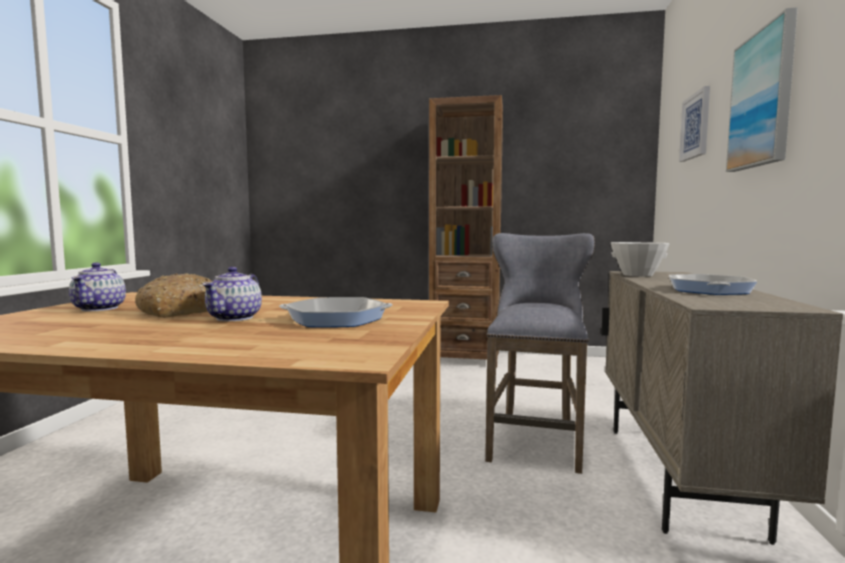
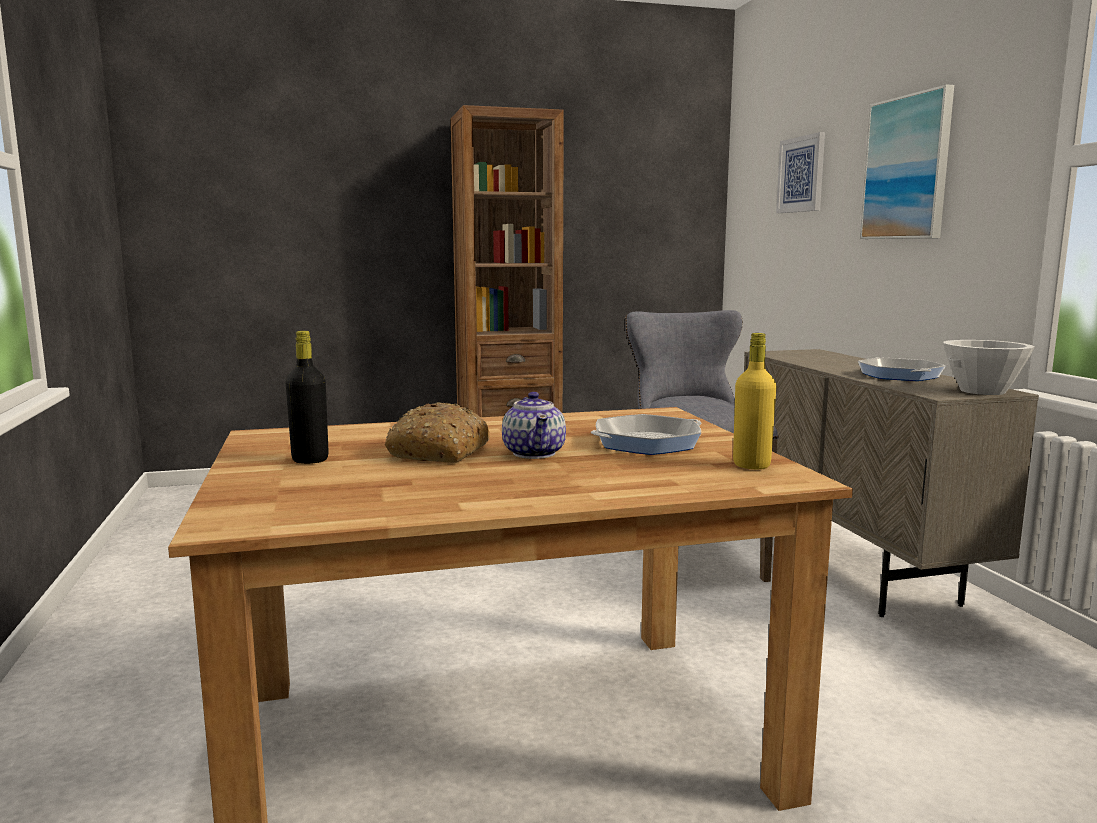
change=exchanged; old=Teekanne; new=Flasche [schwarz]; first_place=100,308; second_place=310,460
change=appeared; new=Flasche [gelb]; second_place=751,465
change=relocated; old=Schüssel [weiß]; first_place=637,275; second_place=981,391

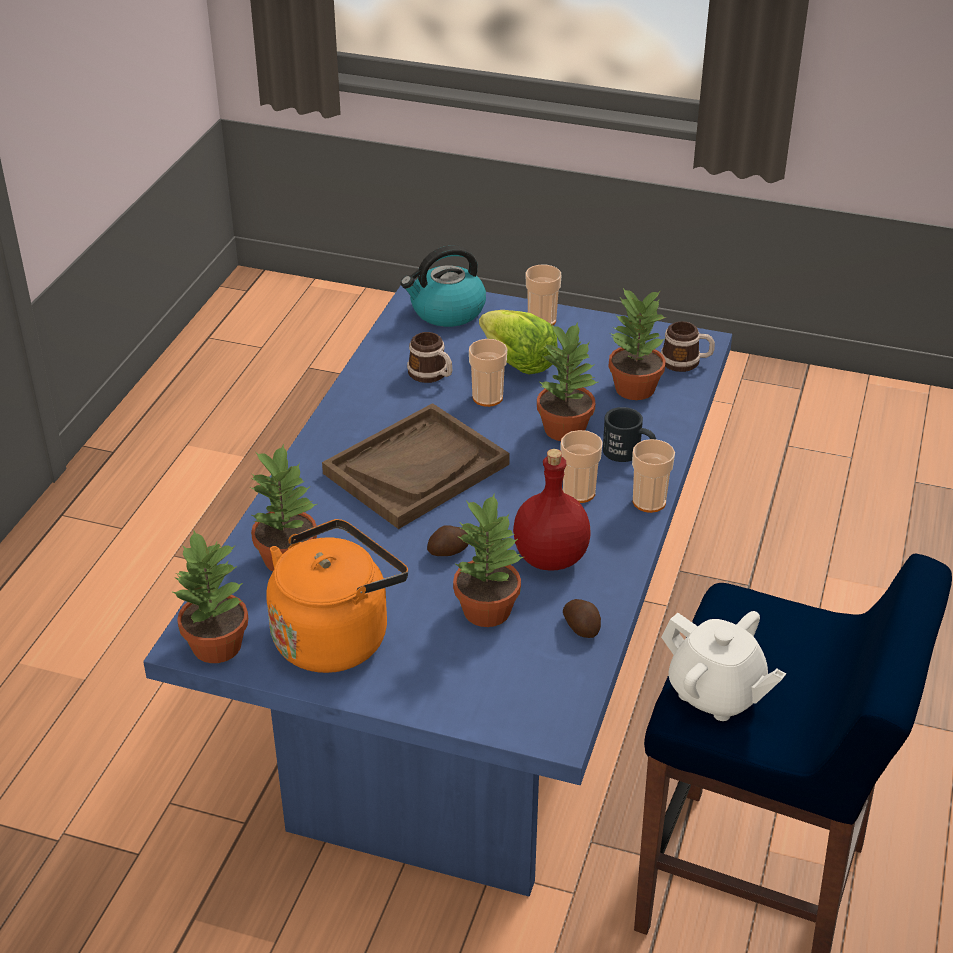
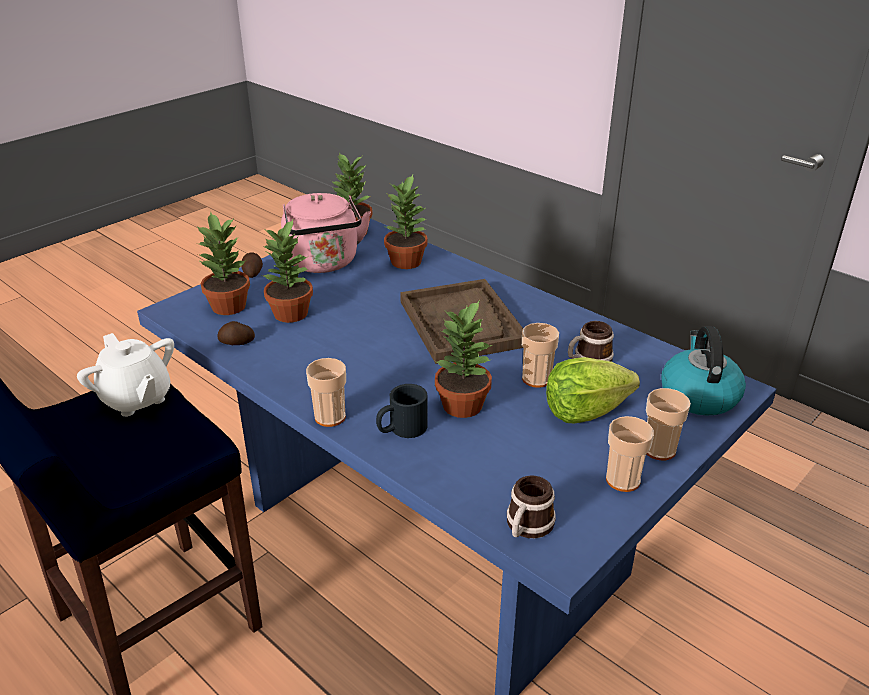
change=spun; old=Teekanne [weiß]; first_place=716,693; second_place=136,399; degrees=-105
change=relocated; old=Topfpflanze; first_place=633,388; second_place=229,306
change=relocated; old=Kartoffel; first_place=449,551; second_place=252,273
change=colour; old=Wasserkessel [orange]; new=Wasserkessel [rosa]; first_place=336,635; second_place=324,263
change=relocated; old=Tasse; first_place=578,492; second_place=623,480
change=missing; old=Flasche [rot]; first_place=549,558

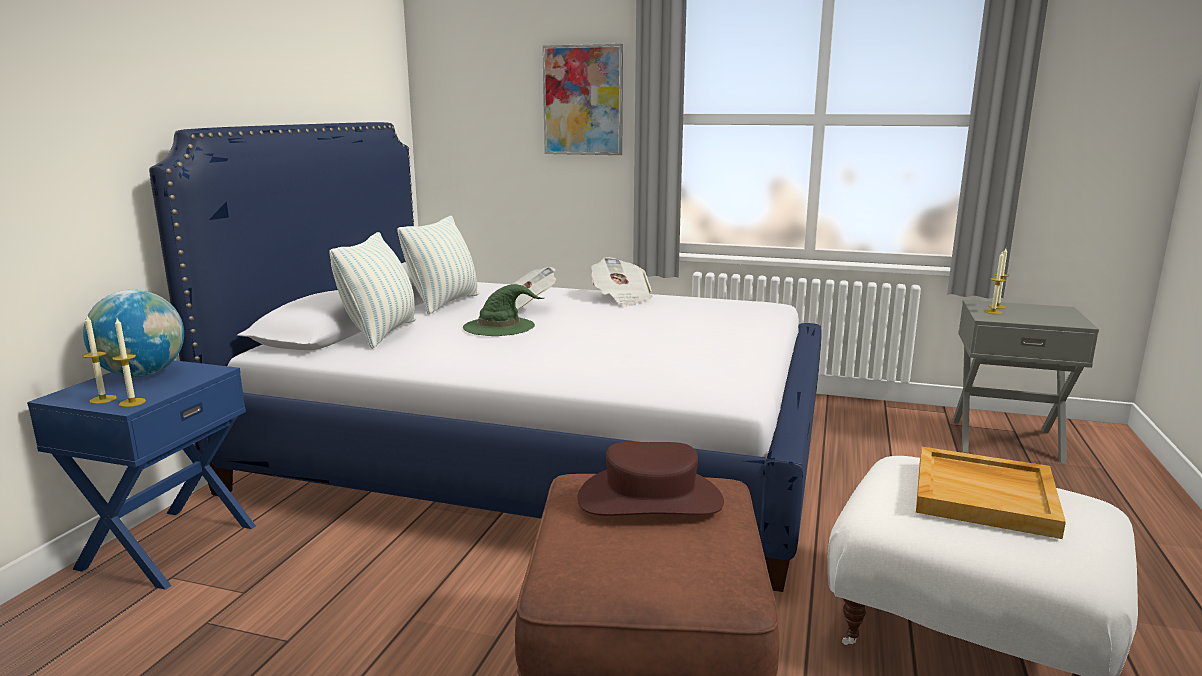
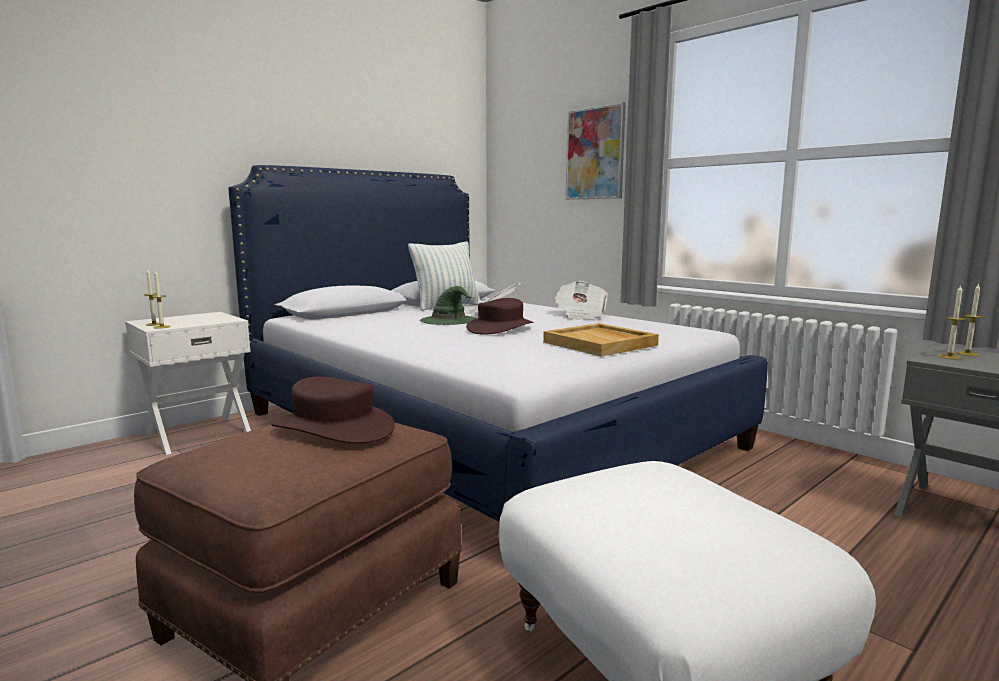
change=colour; old=Nachttisch [blau]; new=Nachttisch [weiß]; first_place=167,546; second_place=198,434
change=appeared; new=Hut [braun]; second_place=500,328
change=relocated; old=Tablett [beige]; first_place=985,495; second_place=601,344
change=missing; old=Globus; first_place=142,374
change=missing; old=Kissen; first_place=381,333

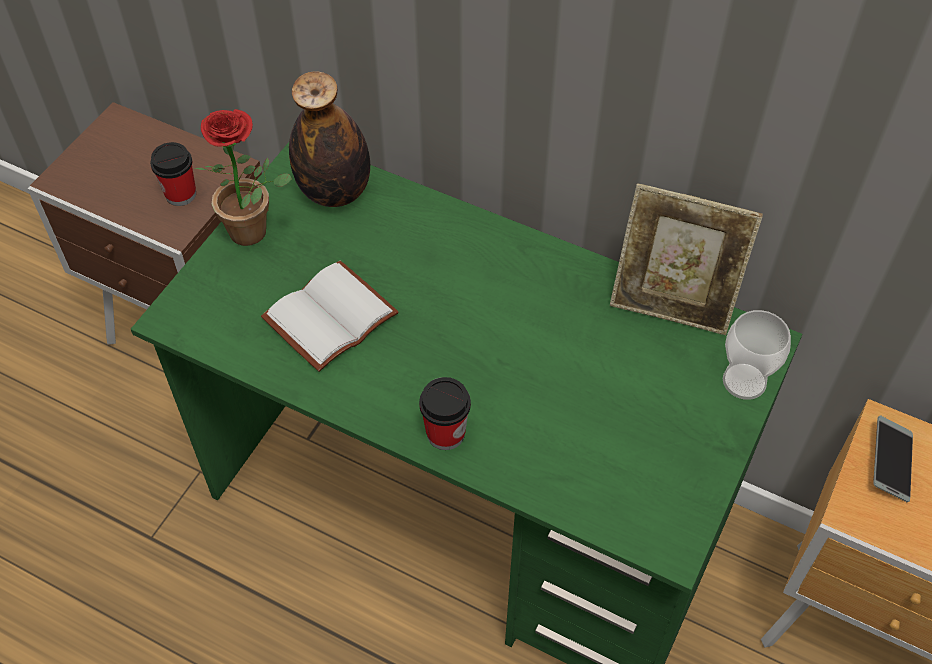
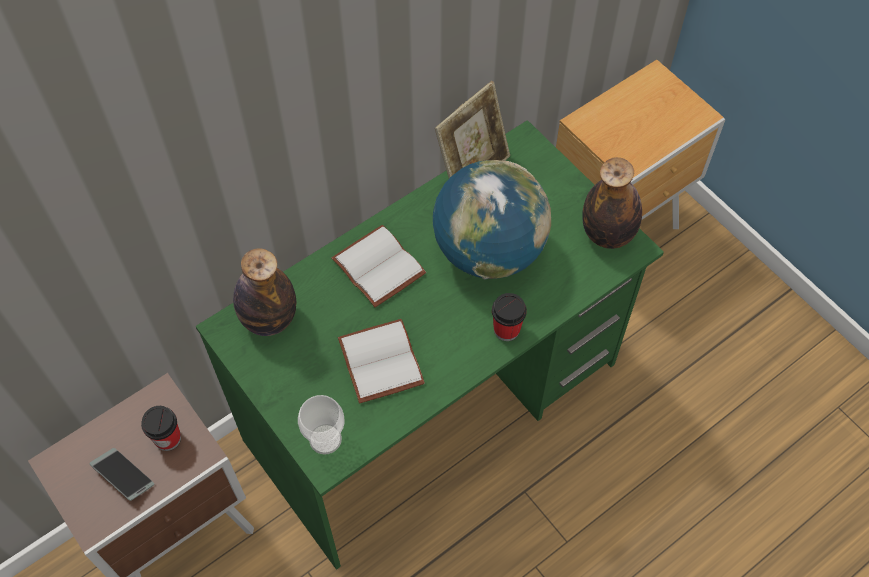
change=relocated; old=Handy; first_place=890,463; second_place=123,476
change=relocated; old=Tasse; first_place=744,381; second_place=325,439
change=appeared; new=Buch [weiß]; second_place=376,267
change=appeared; new=Globus; second_place=489,251
change=appeared; new=Flasche; second_place=607,234
change=missing; old=Topfpflanze; first_place=256,232

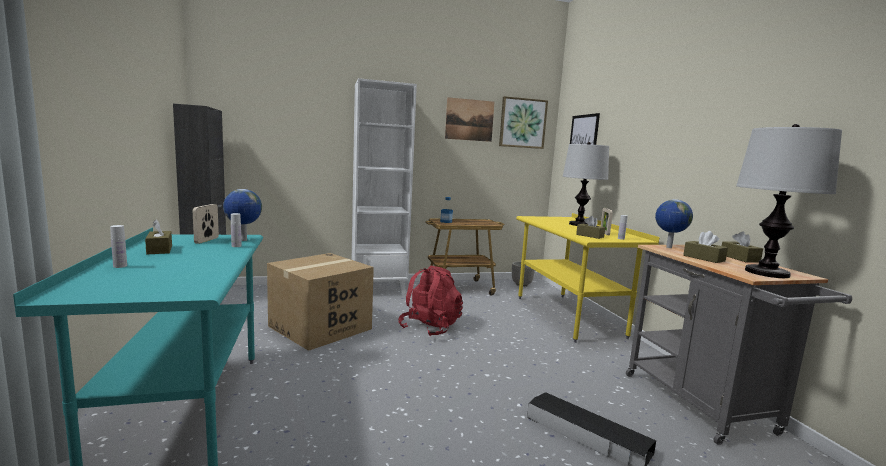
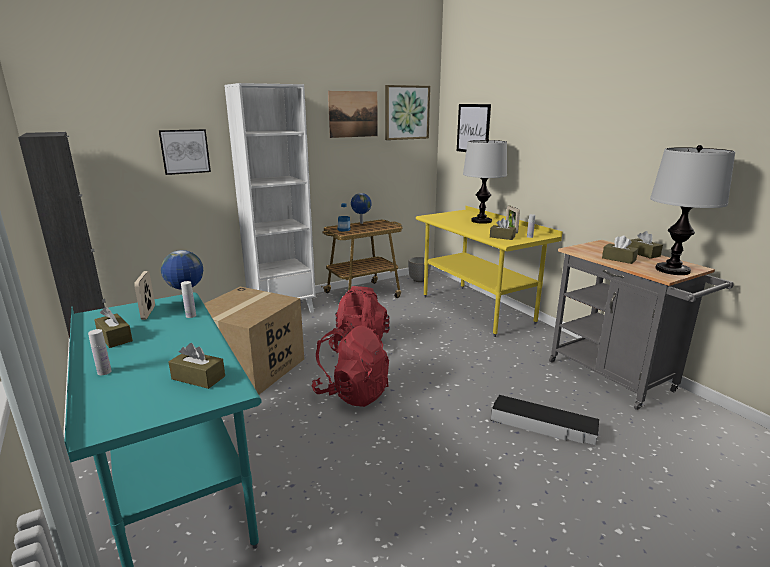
change=appeared; new=Bild; second_place=185,151
change=appeared; new=Taschentuchbox [braun]; second_place=198,378
change=appeared; new=Rucksack [rot]; second_place=352,393
change=relocated; old=Globus; first_place=668,247; second_place=361,223

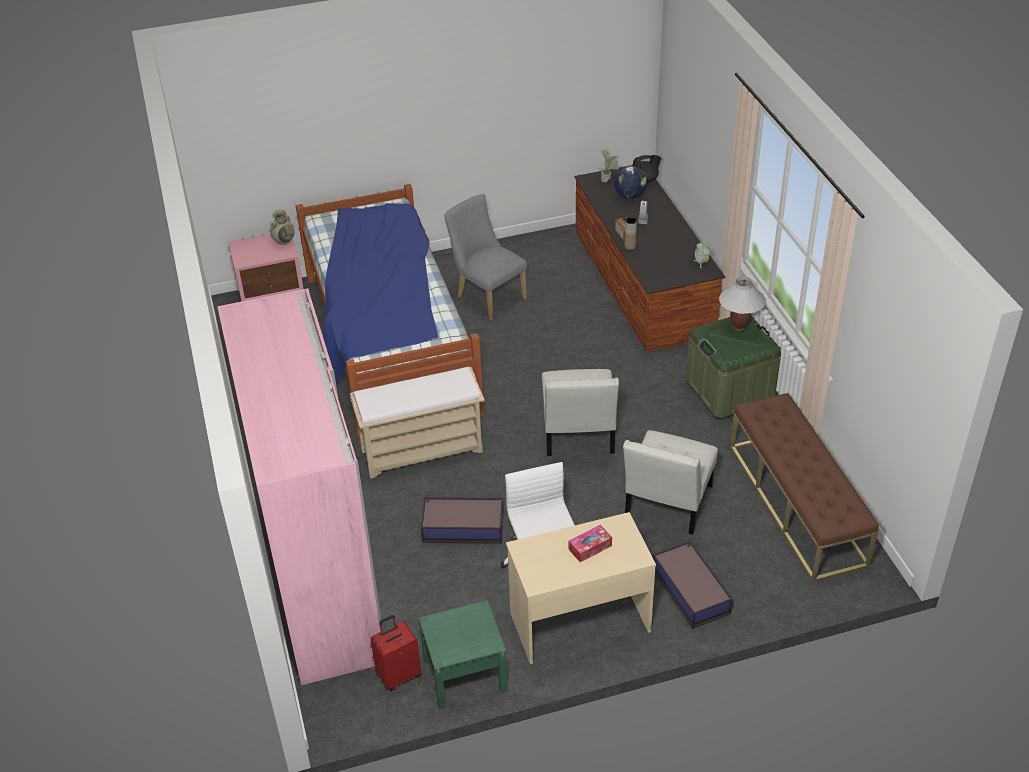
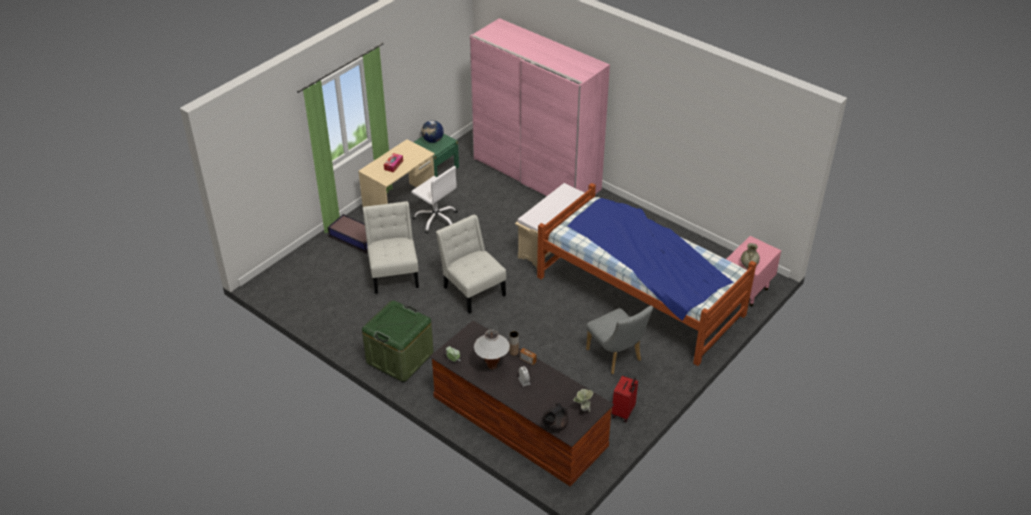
change=relocated; old=Globus; first_place=630,196; second_place=432,140
change=relocated; old=Tischlampe [weiß]; first_place=738,328; second_place=492,366
change=spun; old=Stuhl [grau]; first_place=487,296; second_place=616,357; degrees=45
change=relocated; old=Koffer [rot]; first_place=399,675; second_place=624,412
change=missing; old=Aufbewahrungsbox; first_place=462,527
change=missing; old=Bank [braun]; first_place=797,504

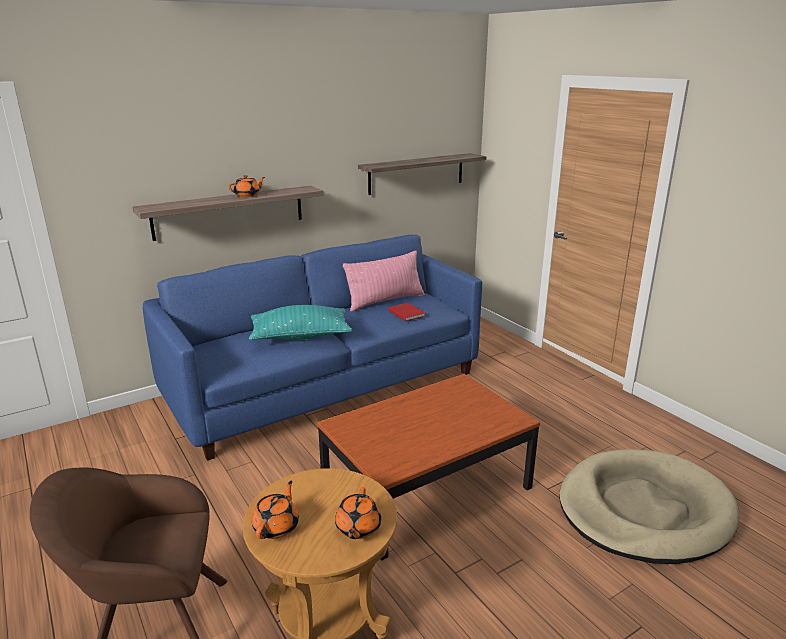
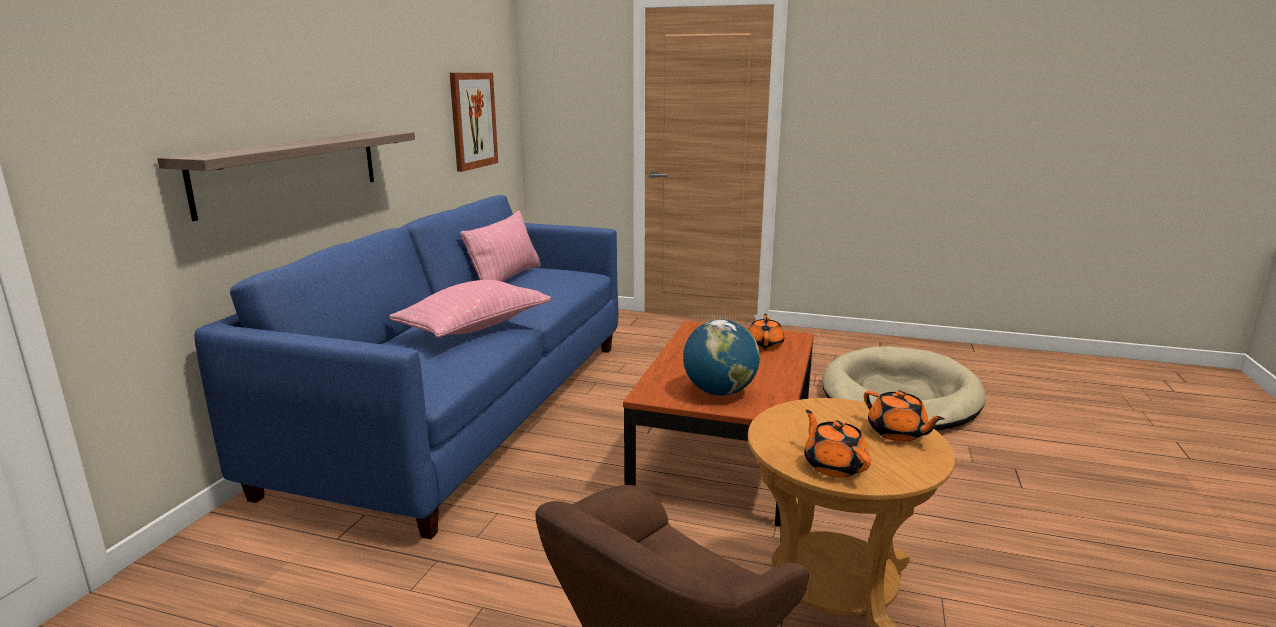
change=colour; old=Kissen [türkis]; new=Kissen [rosa]; first_place=300,336; second_place=474,328
change=exchanged; old=Wandregal; new=Bild; first_place=416,173; second_place=473,120
change=appeared; new=Globus; second_place=719,392
change=relocated; old=Teekanne [orange]; first_place=248,195; second_place=765,345
change=missing; old=Buch [rot]; first_place=406,313

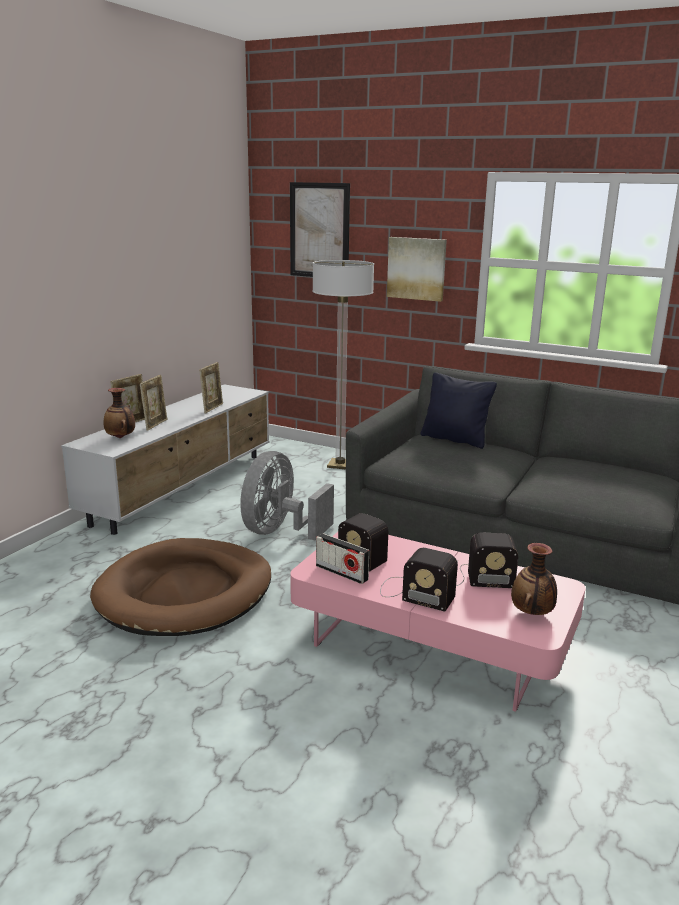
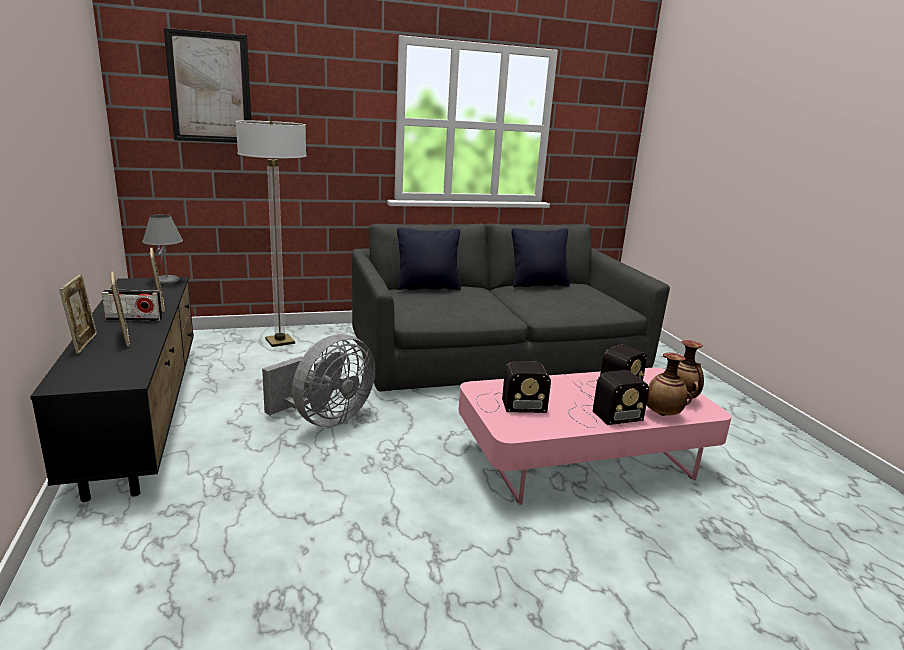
change=colour; old=Fernsehschrank [weiß]; new=Fernsehschrank [schwarz]; first_place=183,487; second_place=143,412
change=relocated; old=Radio; first_place=341,573; second_place=134,319
change=appeared; new=Tischlampe [grau]; second_place=167,281
change=spun; old=Ventilator [grau]; first_place=280,531; second_place=325,419; degrees=-120
change=appeared; new=Kissen [schwarz]; second_place=538,284
change=relocated; old=Vase; first_place=121,437; second_place=662,414
change=missing; old=Hundebett [braun]; first_place=185,593
change=missing; old=Bild; first_place=416,268

